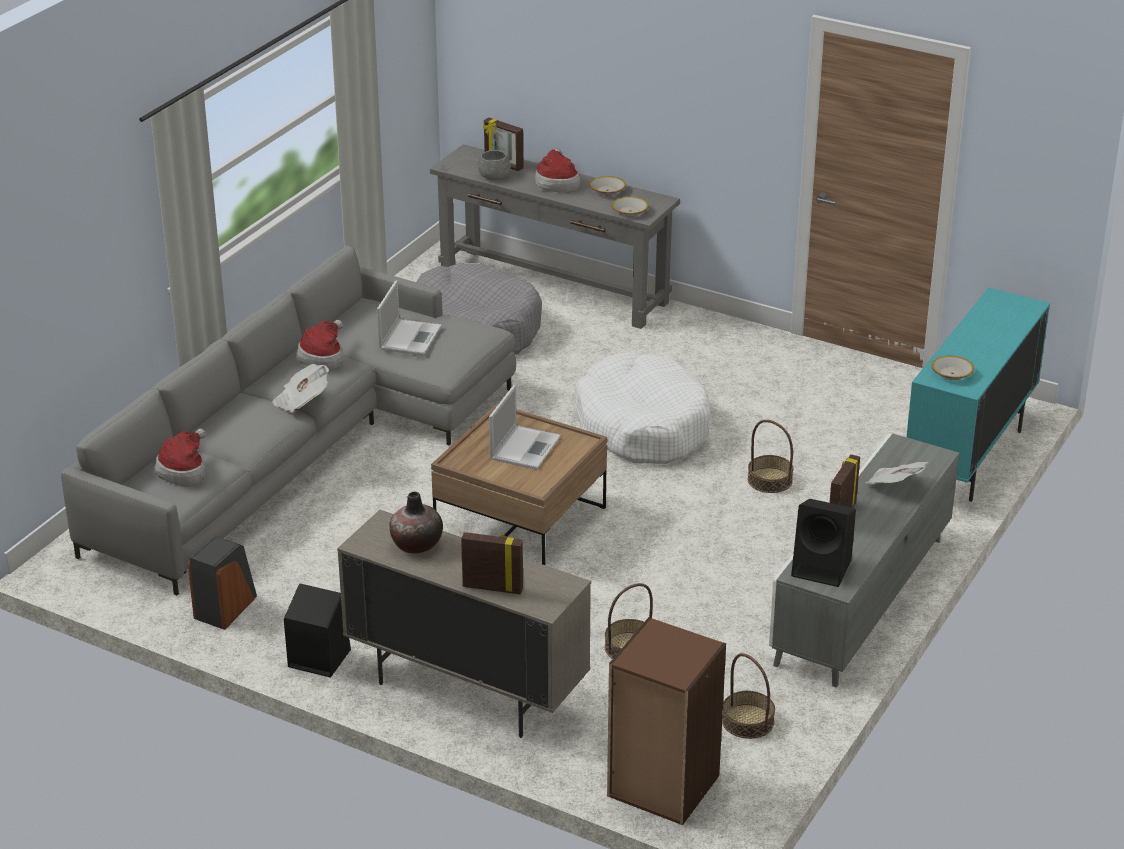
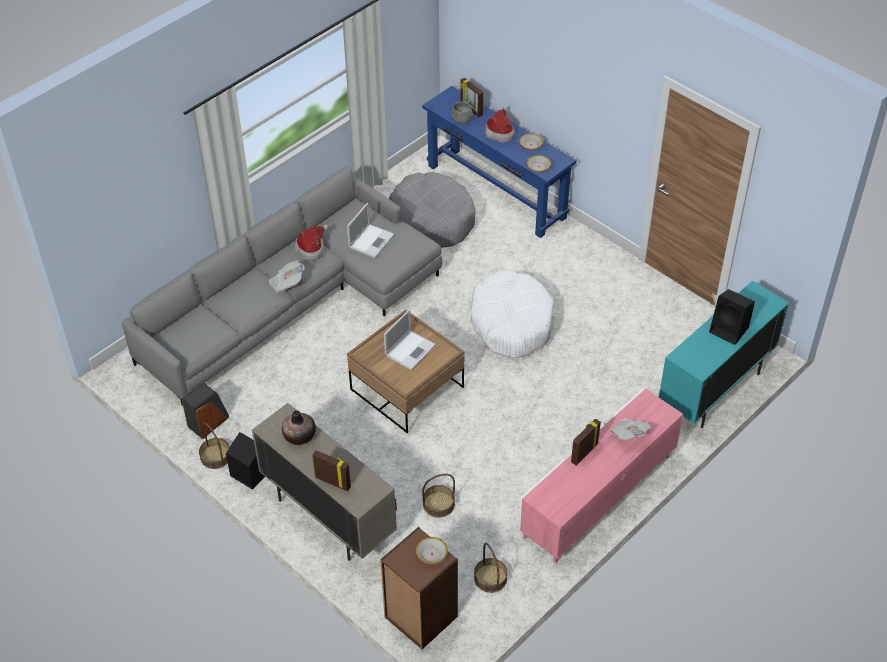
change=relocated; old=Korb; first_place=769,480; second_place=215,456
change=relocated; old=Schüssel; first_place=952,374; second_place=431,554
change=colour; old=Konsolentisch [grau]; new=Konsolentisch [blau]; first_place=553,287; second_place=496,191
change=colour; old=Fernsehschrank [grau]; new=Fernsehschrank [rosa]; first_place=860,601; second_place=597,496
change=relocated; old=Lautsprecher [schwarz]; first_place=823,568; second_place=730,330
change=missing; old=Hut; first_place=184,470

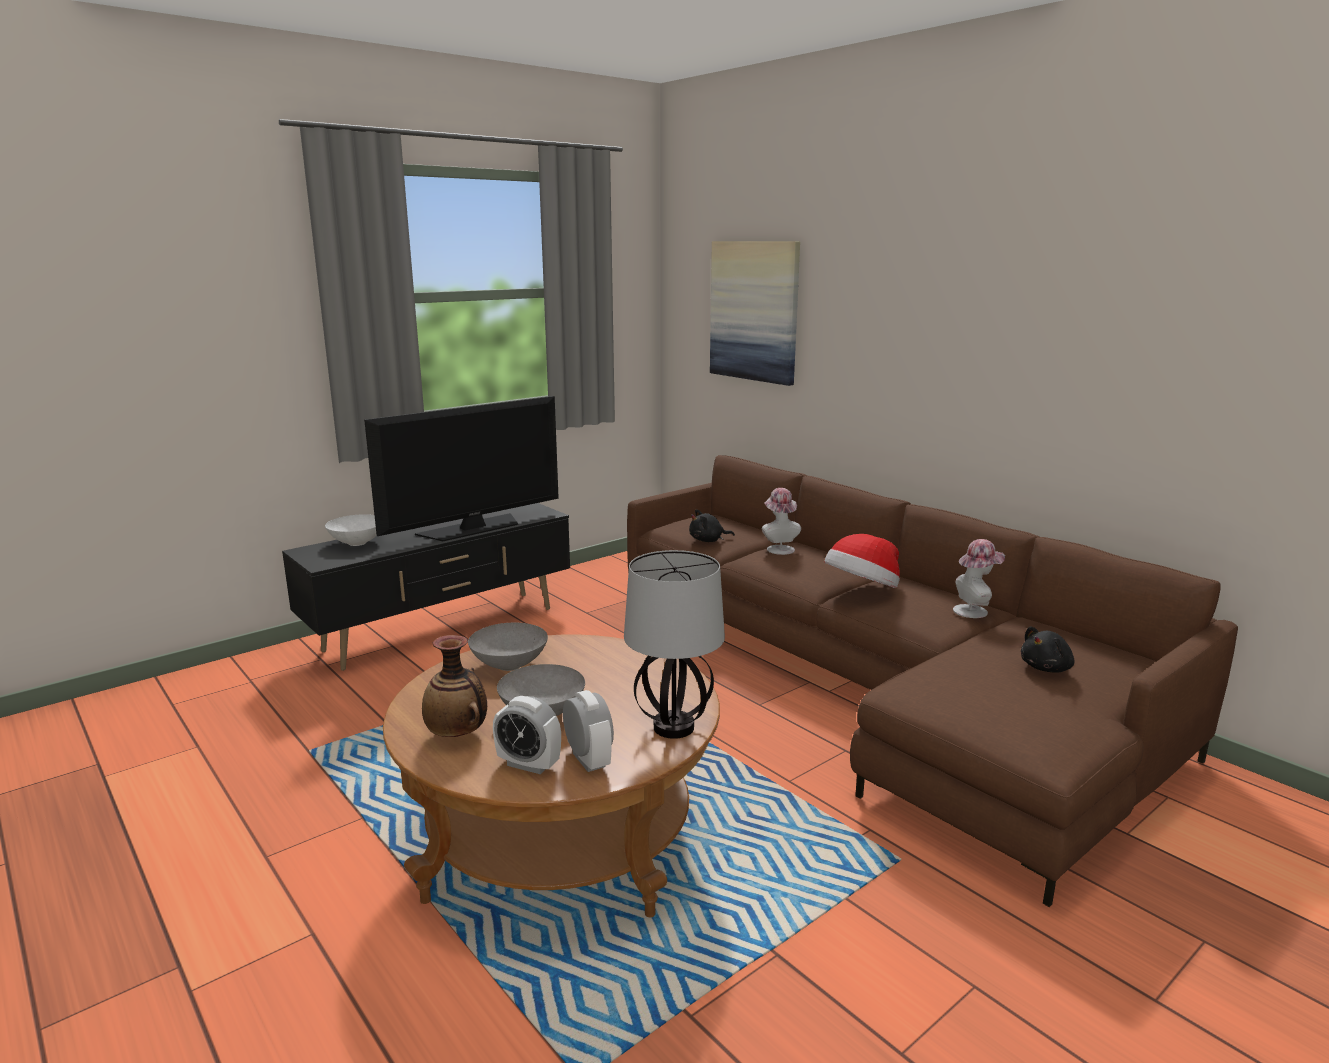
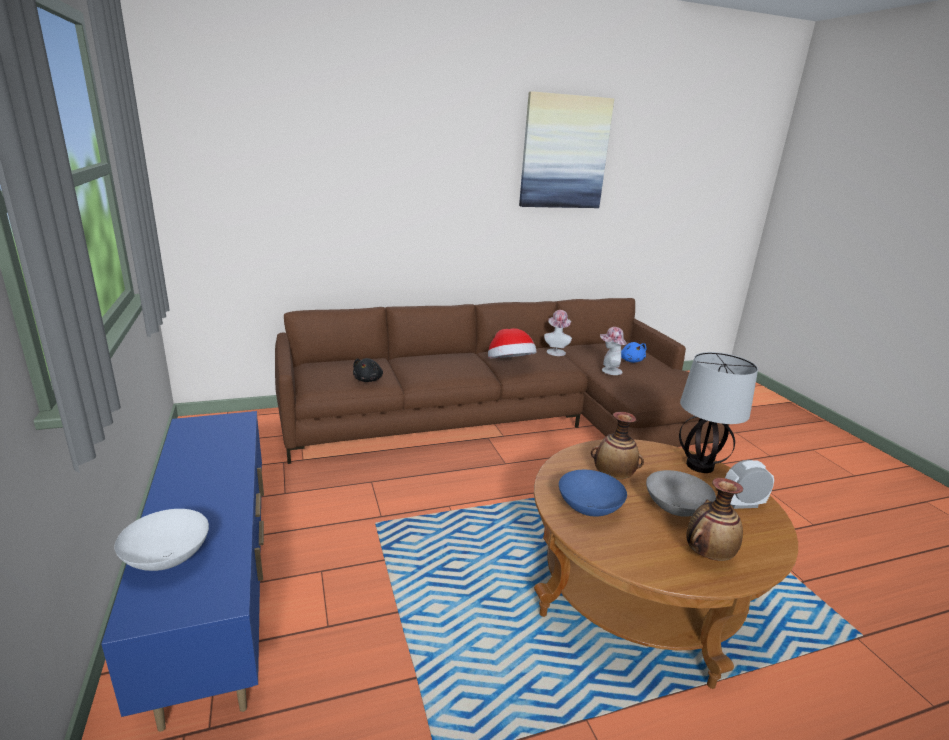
change=colour; old=Fernsehschrank [schwarz]; new=Fernsehschrank [blau]; first_place=443,629; second_place=218,596
change=relocated; old=Bild; first_place=754,311; second_place=564,152
change=colour; old=Schüssel [grau]; new=Schüssel [blau]; first_place=510,666; second_place=590,509
change=appeared; new=Vase; second_place=613,476
change=relocated; old=Hut; first_place=779,548; second_place=609,370
change=colour; old=Plüschtier [schwarz]; new=Plüschtier [blau]; first_place=1047,668; second_place=631,360
change=missing; old=Fernseher; first_place=473,528
change=missing; old=Wecker; first_place=528,764

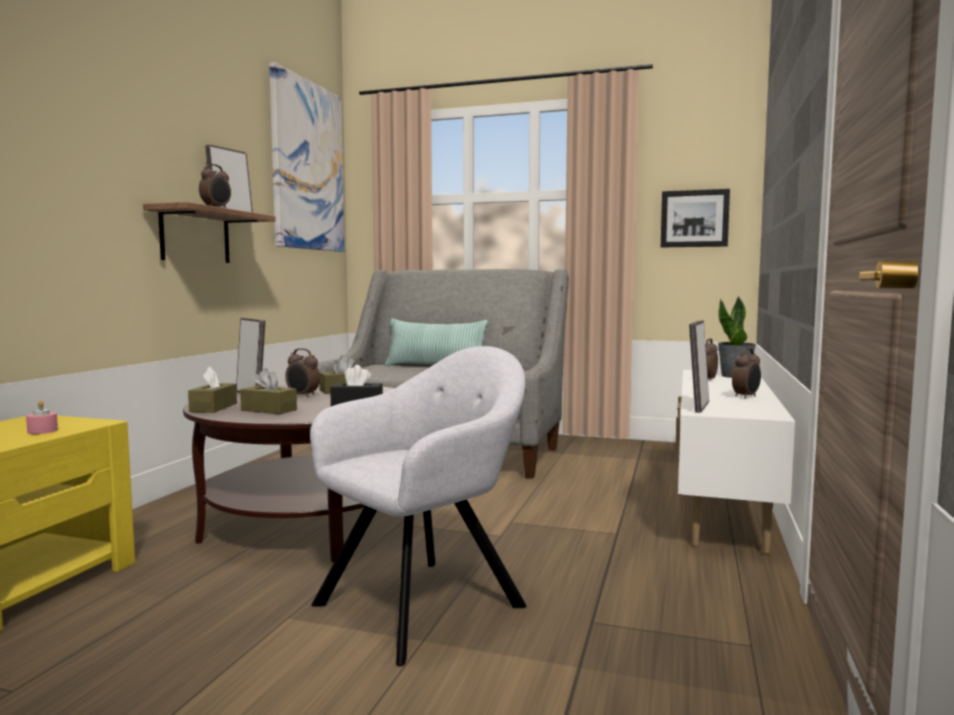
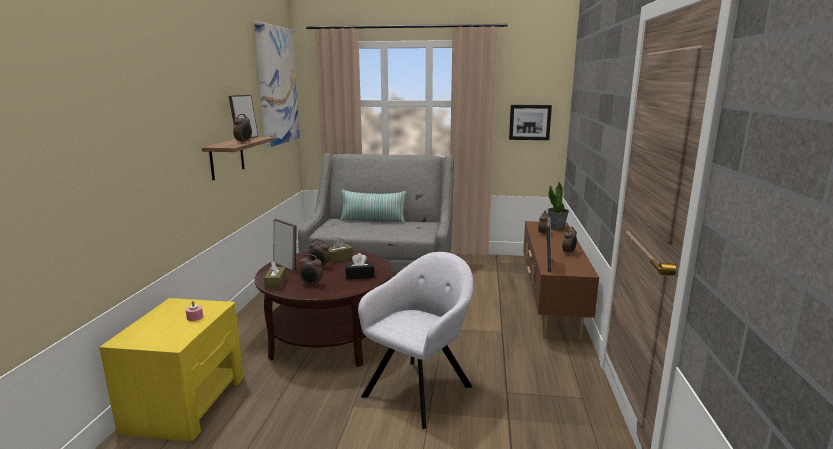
change=exchanged; old=Taschentuchbox [braun]; new=Wecker; first_place=269,410; second_place=311,284
change=colour; old=Fernsehschrank [weiß]; new=Fernsehschrank [braun]; first_place=720,504; second_place=550,305

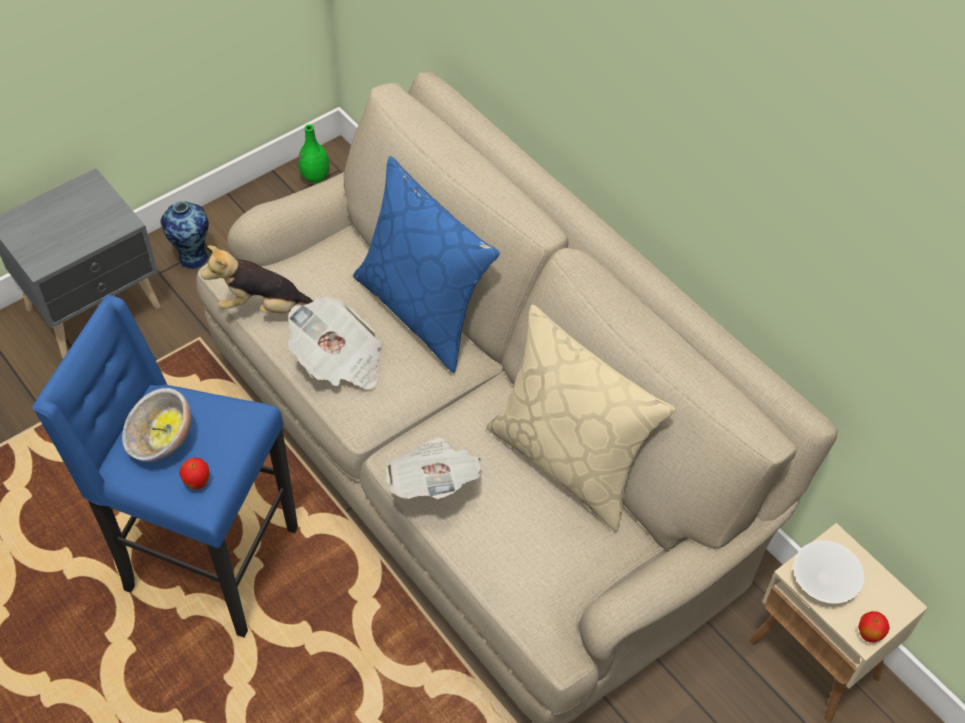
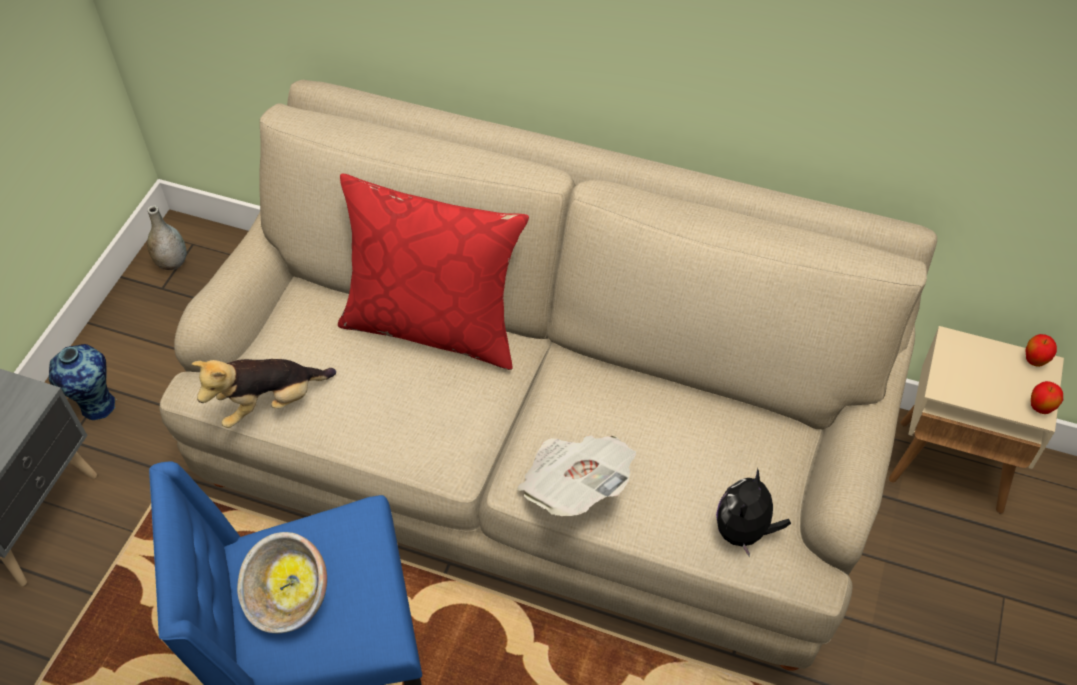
change=colour; old=Vase [grün]; new=Vase [grau]; first_place=315,177; second_place=172,262
change=colour; old=Kissen [blau]; new=Kissen [rot]; first_place=423,310; second_place=434,325
change=appeared; new=Plüschtier; second_place=744,531
change=relocated; old=Apfel; first_place=197,483; second_place=1034,361
change=missing; old=Zeitung; first_place=339,361
change=missing; old=Kissen [beige]; first_place=569,461
change=missing; old=Schüssel [weiß]; first_place=824,578

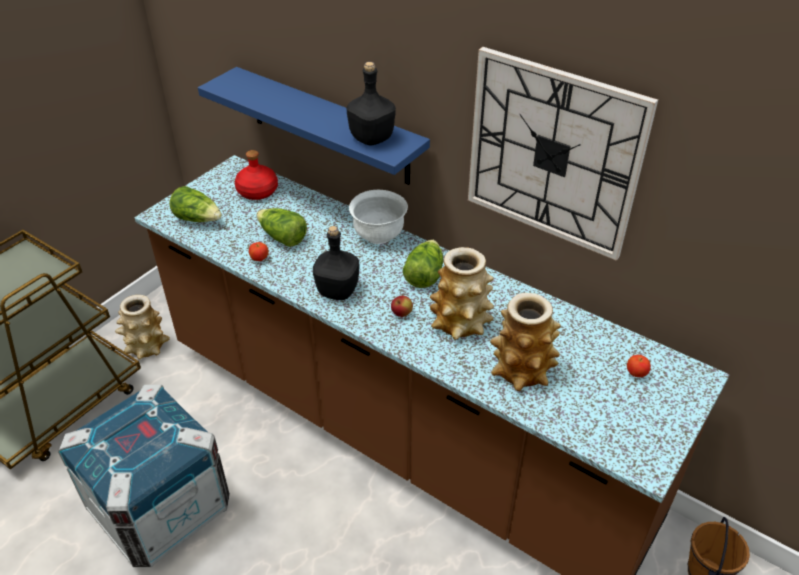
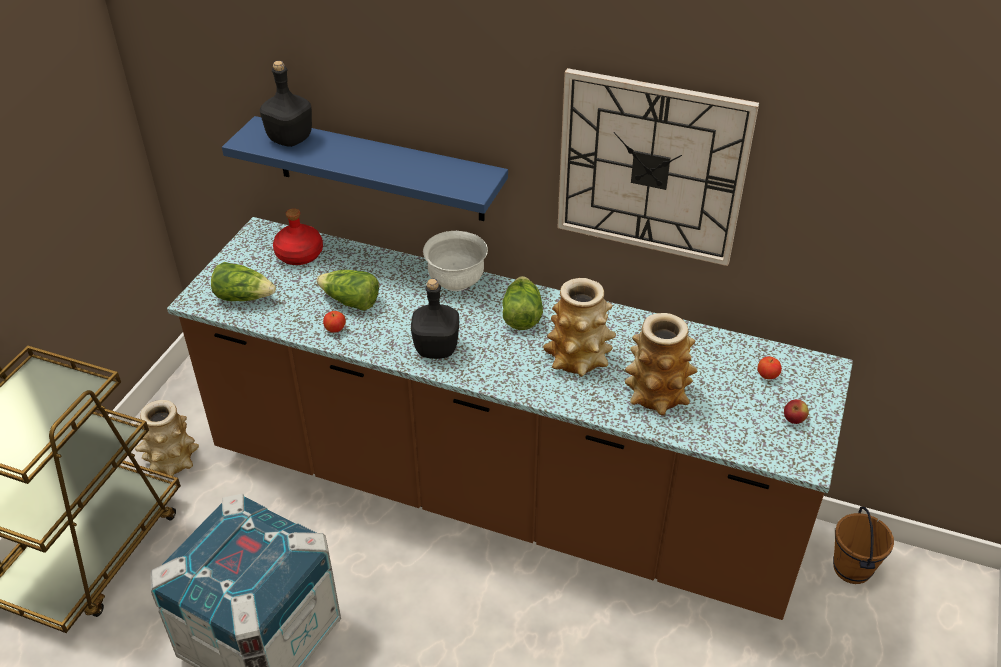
change=relocated; old=Flasche [schwarz]; first_place=371,138; second_place=289,139
change=relocated; old=Apfel; first_place=401,314; second_place=793,420

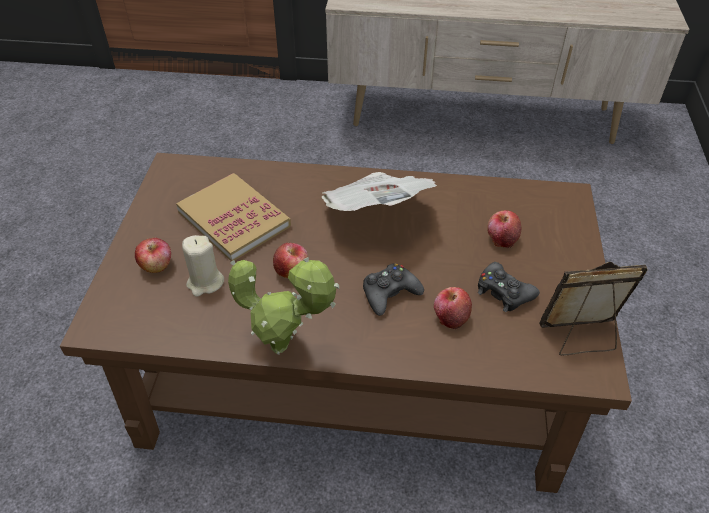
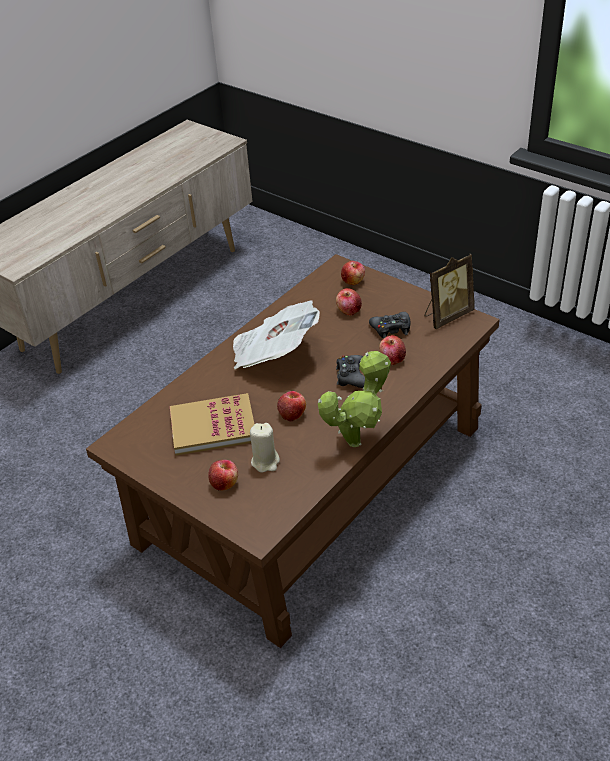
change=appeared; new=Apfel; second_place=353,281
change=spun; old=Bilderrahmen; first_place=580,337; second_place=447,316; degrees=-150

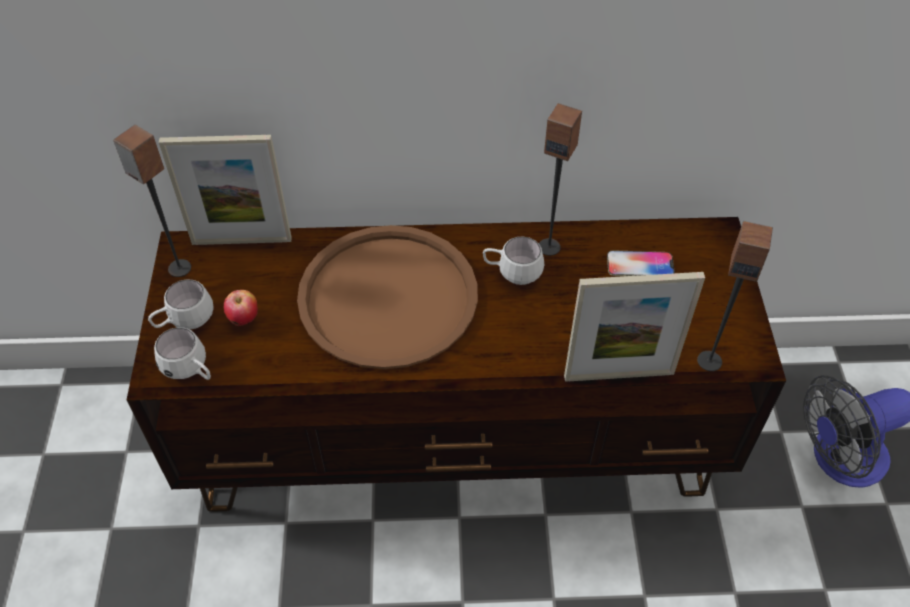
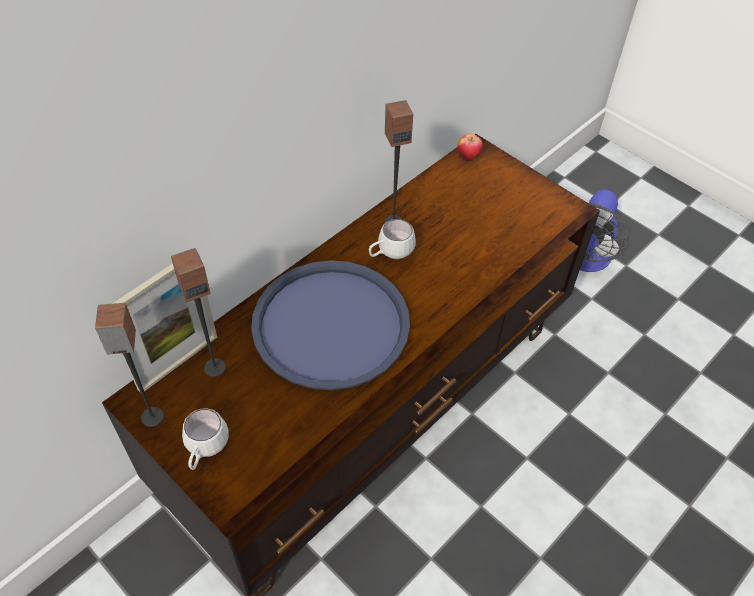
change=relocated; old=Lautsprecher; first_place=709,360; second_place=215,367
change=colour; old=Tablett [braun]; new=Tablett [blau]; first_place=388,297; second_place=331,325
change=relocated; old=Apfel; first_place=244,319; second_place=468,157
change=missing; old=Henkelbecher [weiß]; first_place=191,371
change=missing; old=Bilderrahmen; first_place=619,375
change=missing; old=Handy; first_place=640,265

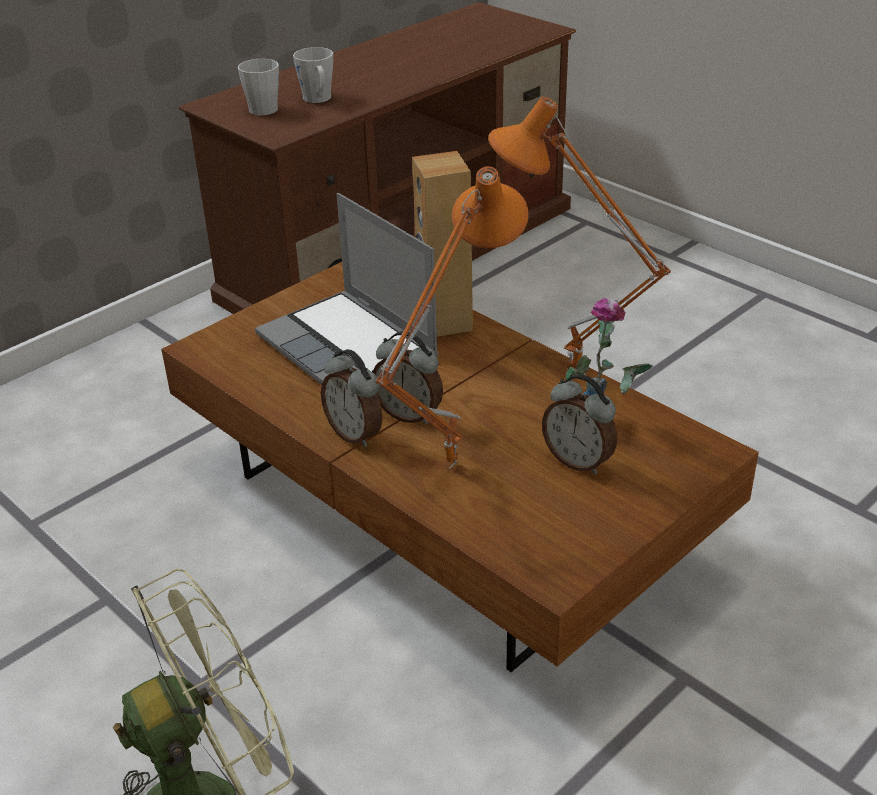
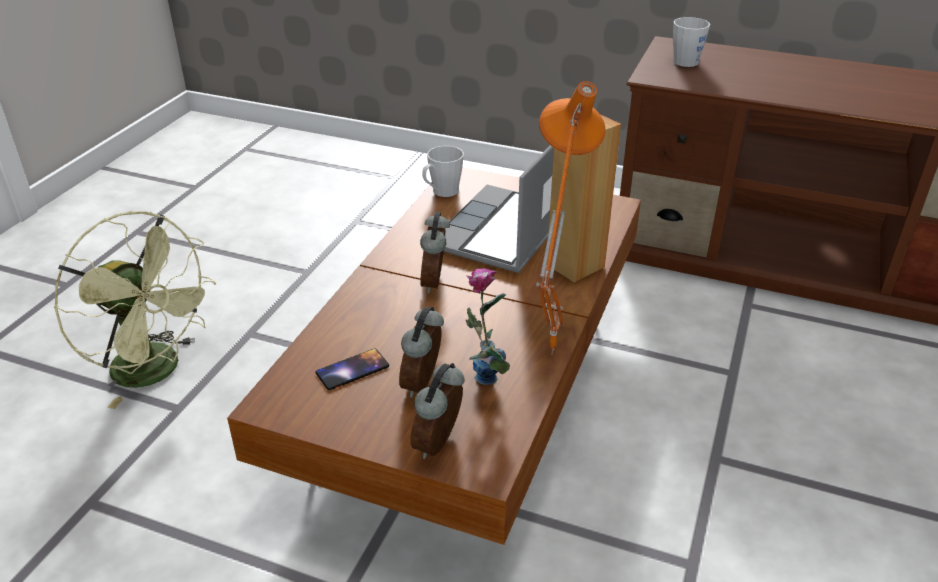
change=appeared; new=Handy; second_place=352,369
change=relocated; old=Wecker; first_place=355,434; second_place=440,444
change=relocated; old=Henkelbecher [grau]; first_place=318,99; second_place=441,192
change=missing; old=Tischlampe [orange]; first_place=448,463

